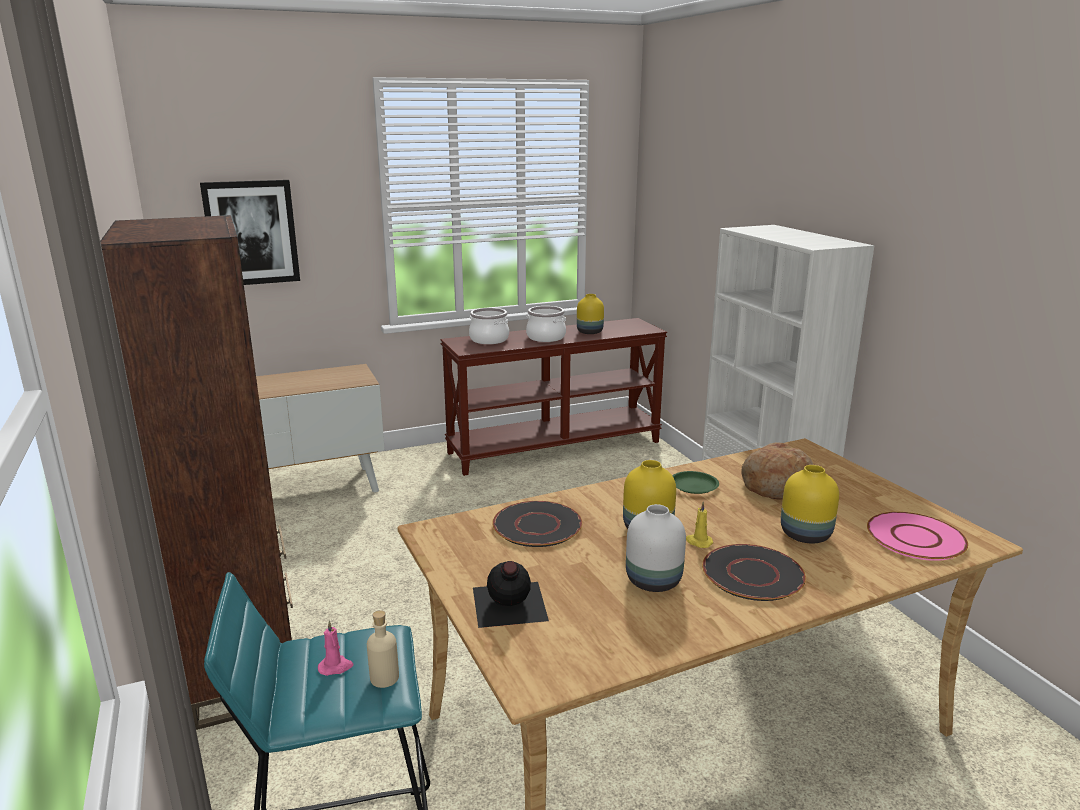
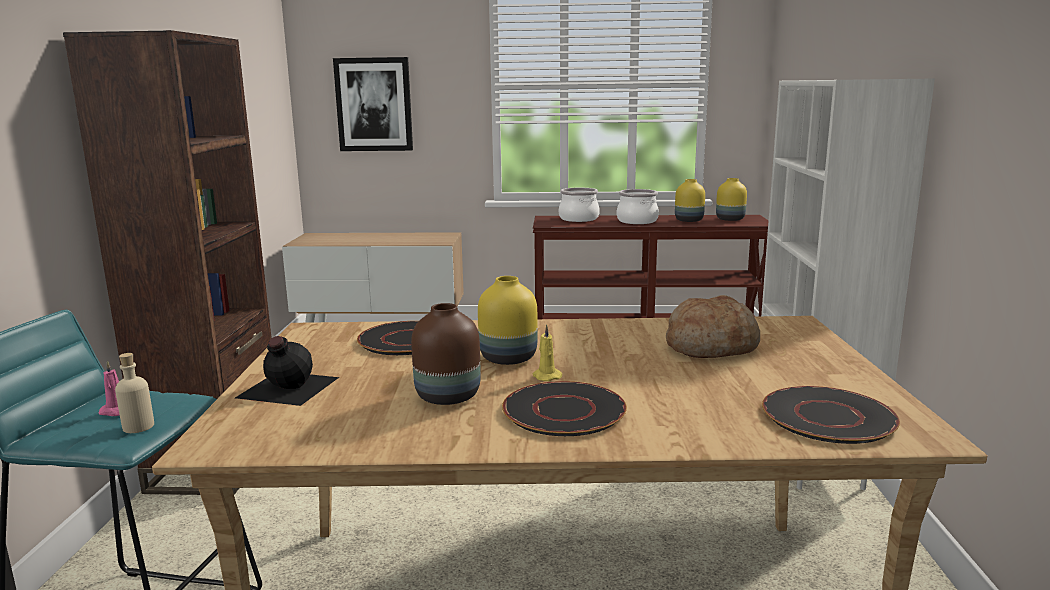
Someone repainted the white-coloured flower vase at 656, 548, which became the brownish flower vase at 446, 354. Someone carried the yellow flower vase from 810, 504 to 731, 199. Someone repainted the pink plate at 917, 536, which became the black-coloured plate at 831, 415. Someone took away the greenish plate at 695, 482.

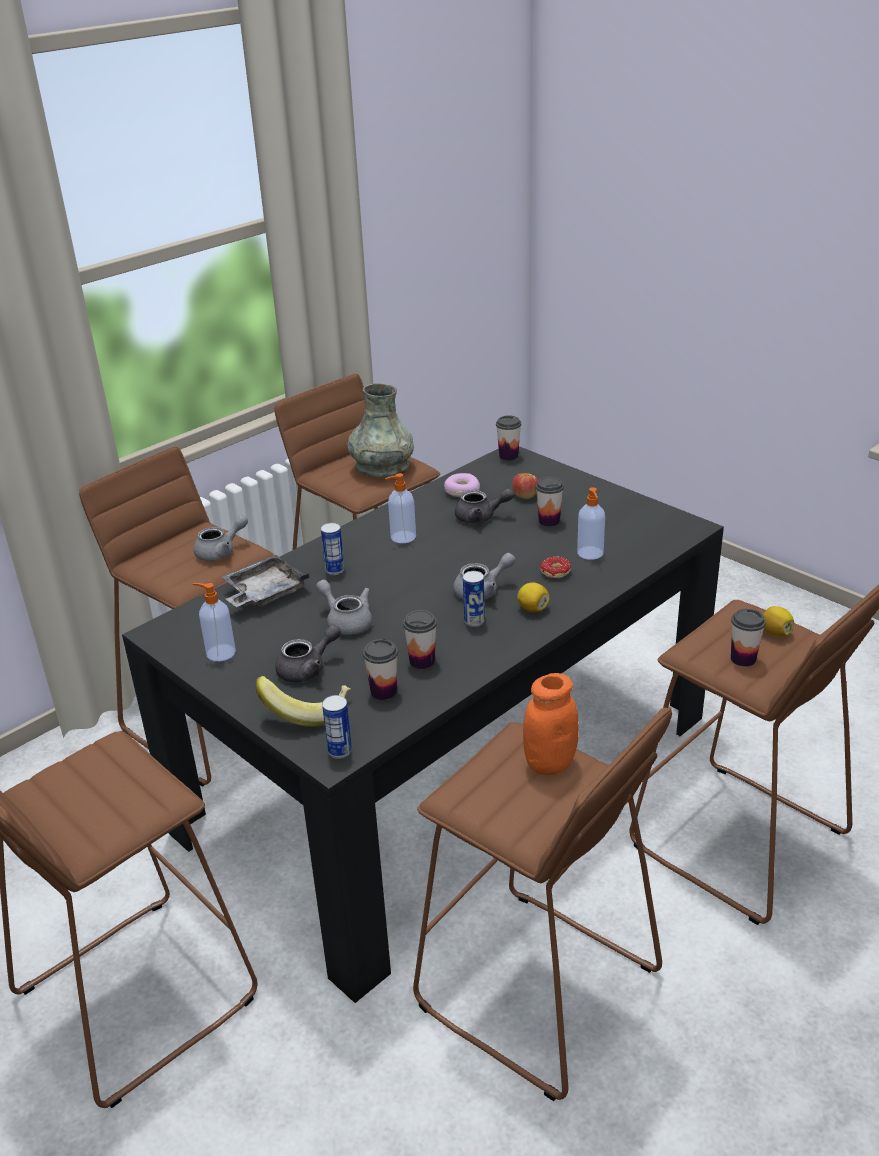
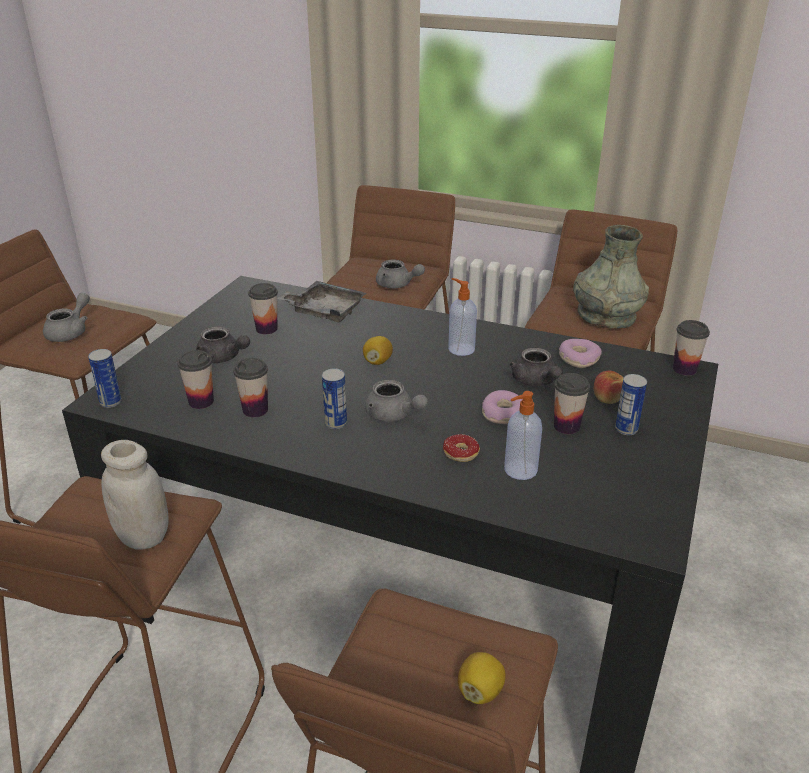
Someone carried the gray pot for tea from 344, 607 to 66, 317. Someone repainted the orangey storage jar at 551, 724, which became the white-coloured storage jar at 135, 495. Someone carried the cup from 748, 637 to 263, 308. Someone carried the whole lemon from 533, 597 to 378, 350. Someone put down the ring doughnut at 502, 407. Someone carried the metal can from 333, 549 to 631, 404. Someone took away the soap dispenser at 214, 622. Someone took away the banana at 303, 701.

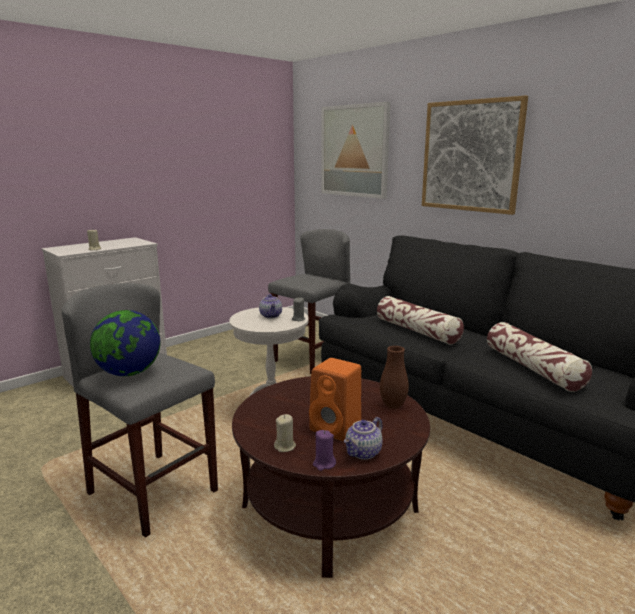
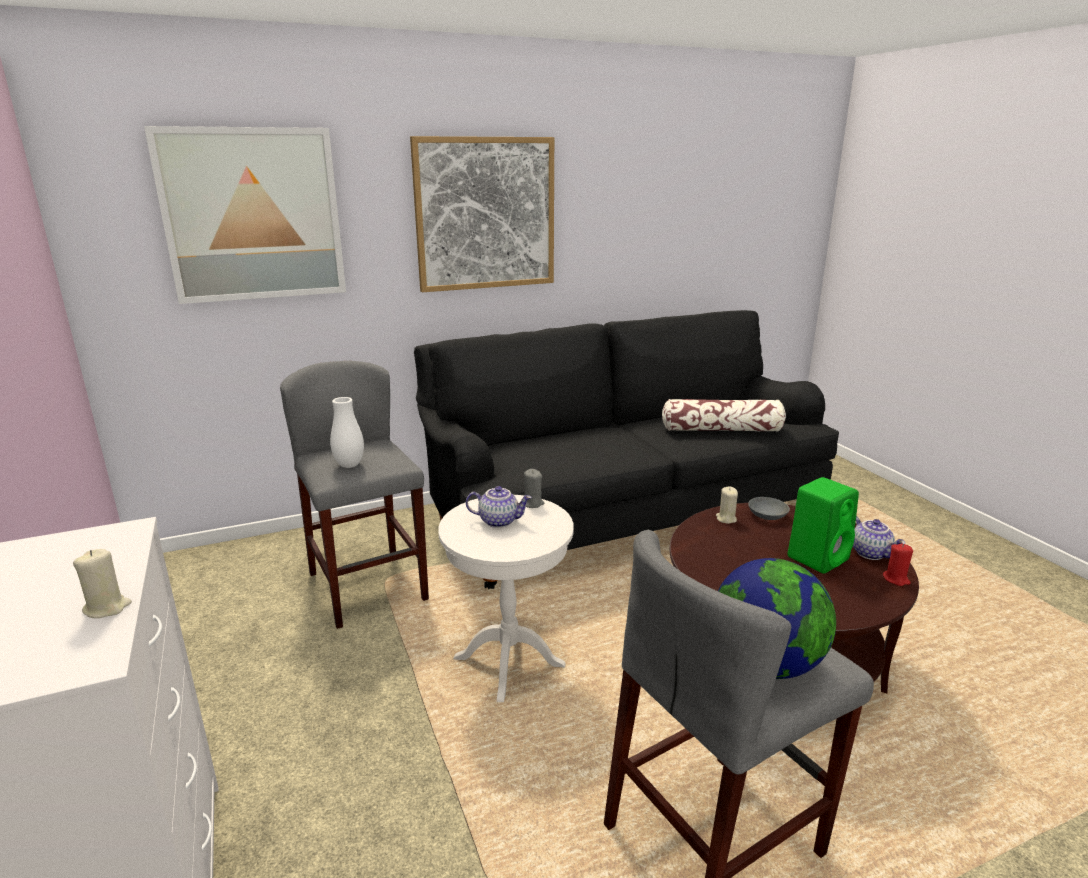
Someone put down the white-coloured flower vase at 347, 432. Someone carried the beige candle from 285, 433 to 727, 505. Someone swapped the brownish flower vase at 394, 377 for the gray deep dish at 769, 508. Someone repainted the orangey audio speaker at 335, 399, which became the greenish audio speaker at 823, 525. Someone repainted the purple candle at 324, 450, which became the reddish candle at 898, 564. Someone took away the pillow at 420, 320.

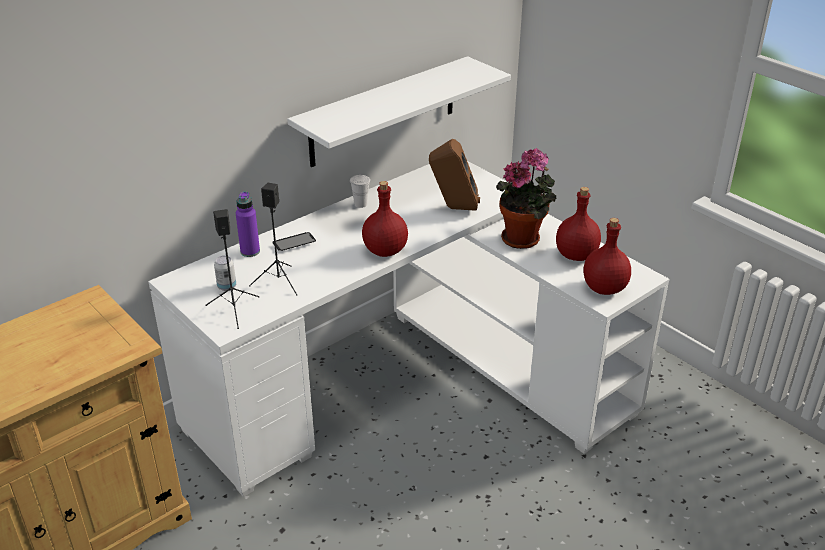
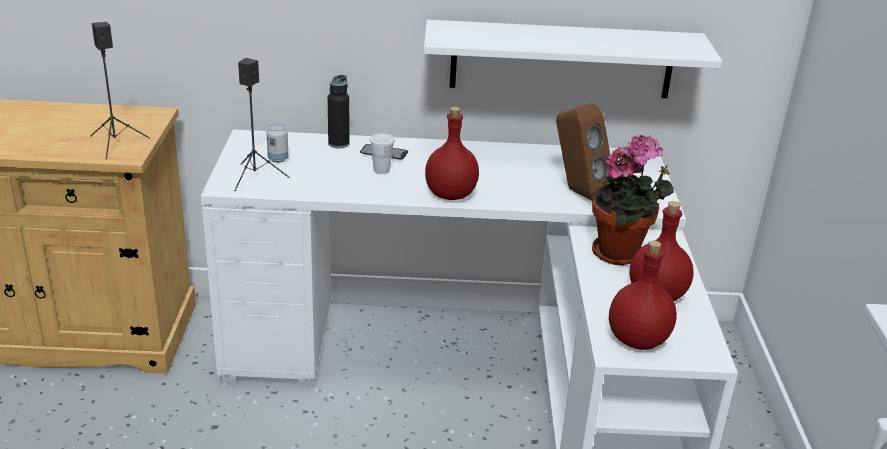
Someone carried the black-coloured audio speaker from 273, 239 to 120, 90. Someone repainted the purple beverage bottle at 248, 224, which became the black-coloured beverage bottle at 339, 111. Someone carried the white-coloured cup from 360, 191 to 382, 154.

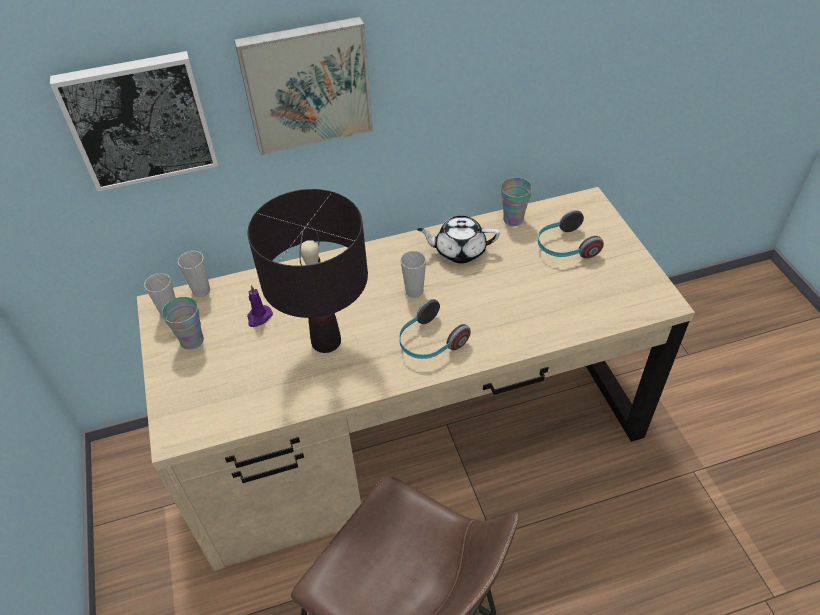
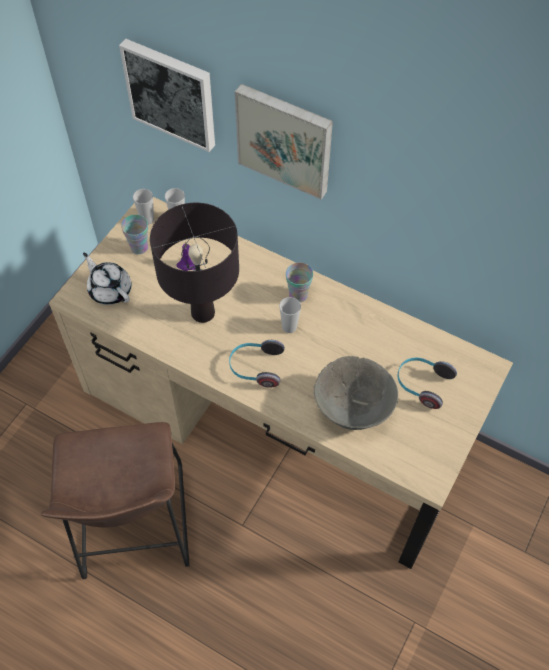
Someone carried the white-coloured pot for tea from 458, 240 to 107, 279. Someone carried the cup from 516, 202 to 299, 282. Someone put down the gray deep dish at 356, 393.

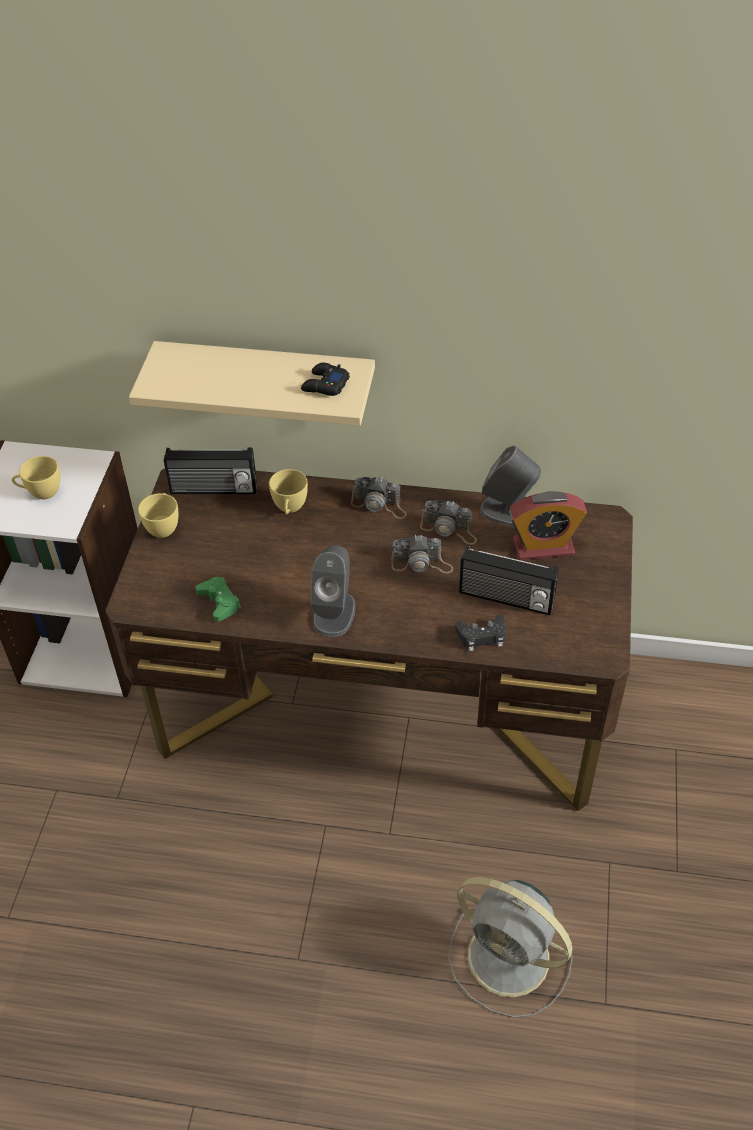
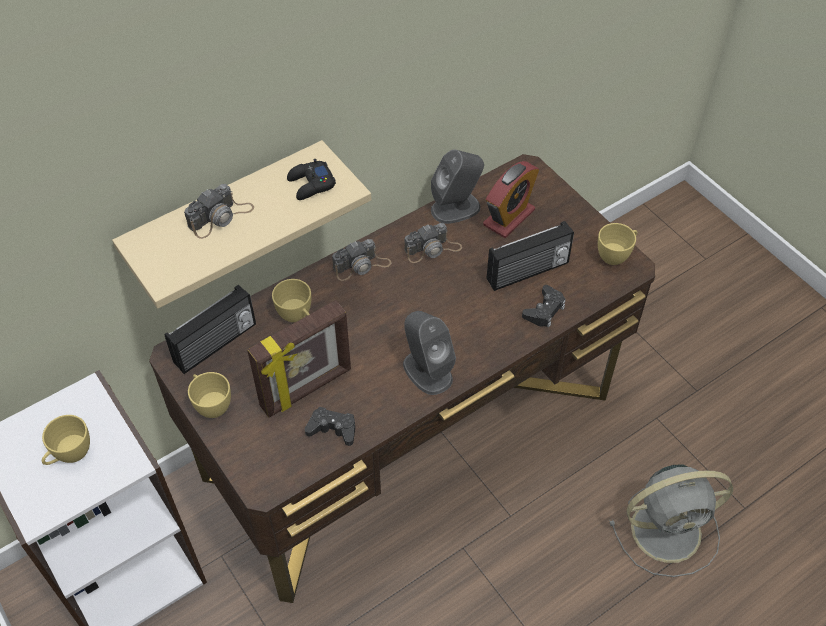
Someone carried the still camera from 422, 554 to 219, 211. Someone put down the photo frame at 299, 359. Someone repainted the greenish game controller at 218, 599, which became the black-coloured game controller at 330, 426. Someone put down the yellow cup at 617, 244.

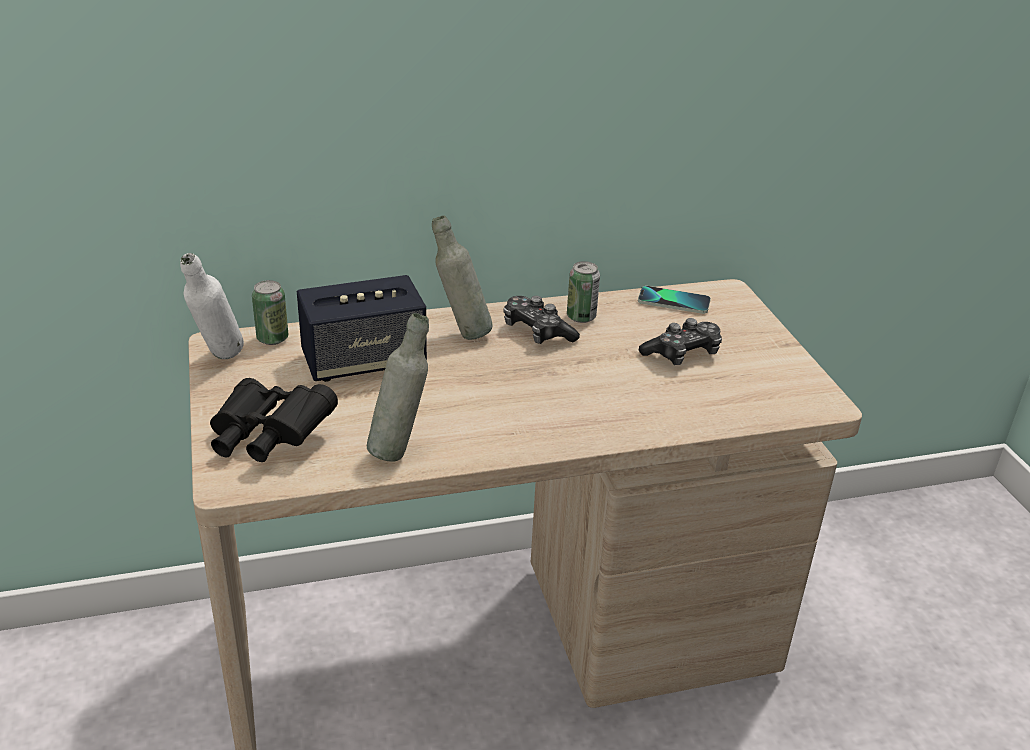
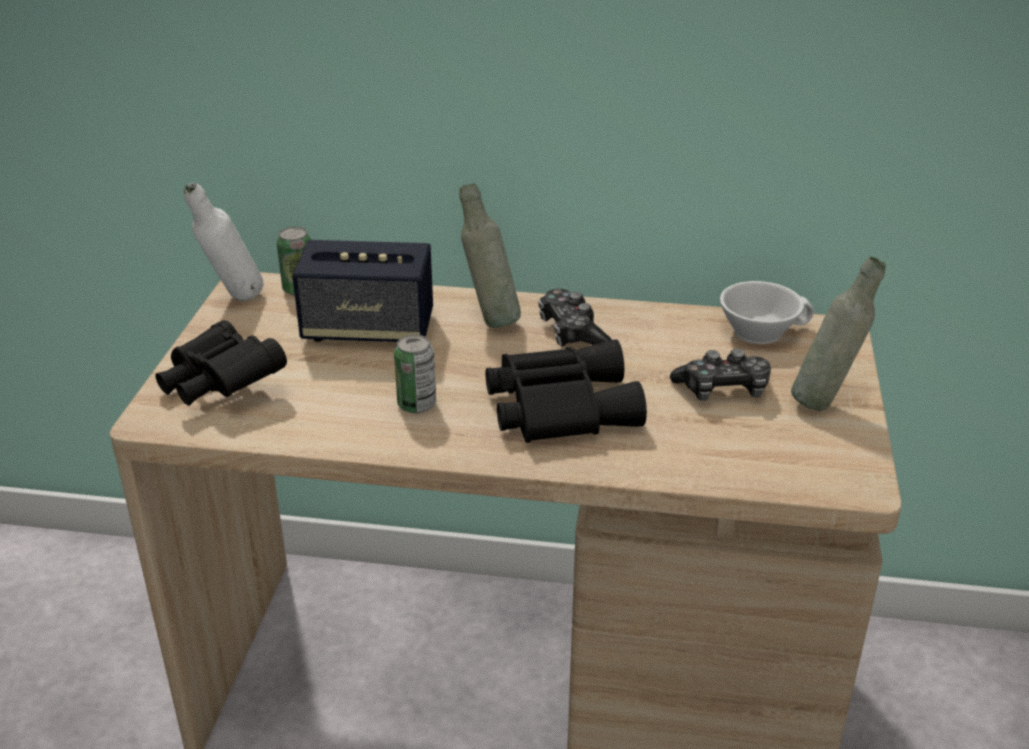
Someone carried the metal can from 583, 292 to 415, 373. Someone put down the black-coloured pair of binoculars at 566, 391. Someone swapped the handset at 674, 300 for the white-coloured cup at 767, 312. Someone carried the gray beverage bottle from 398, 387 to 838, 334.

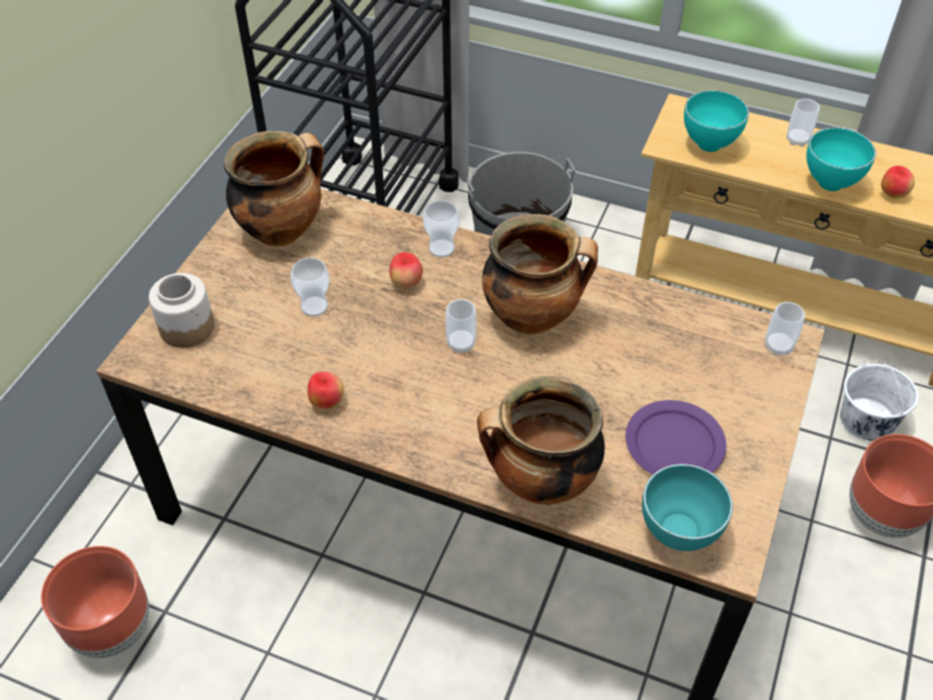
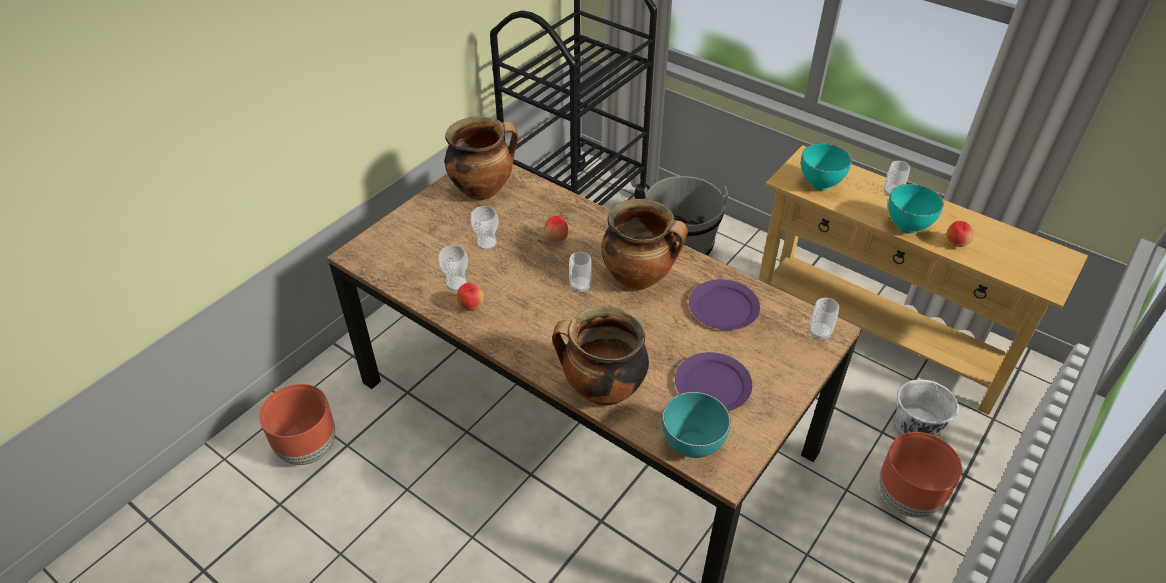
Someone carried the cup from 441, 228 to 453, 268. Someone put down the purple plate at 724, 304. Someone took away the storage jar at 181, 310.

